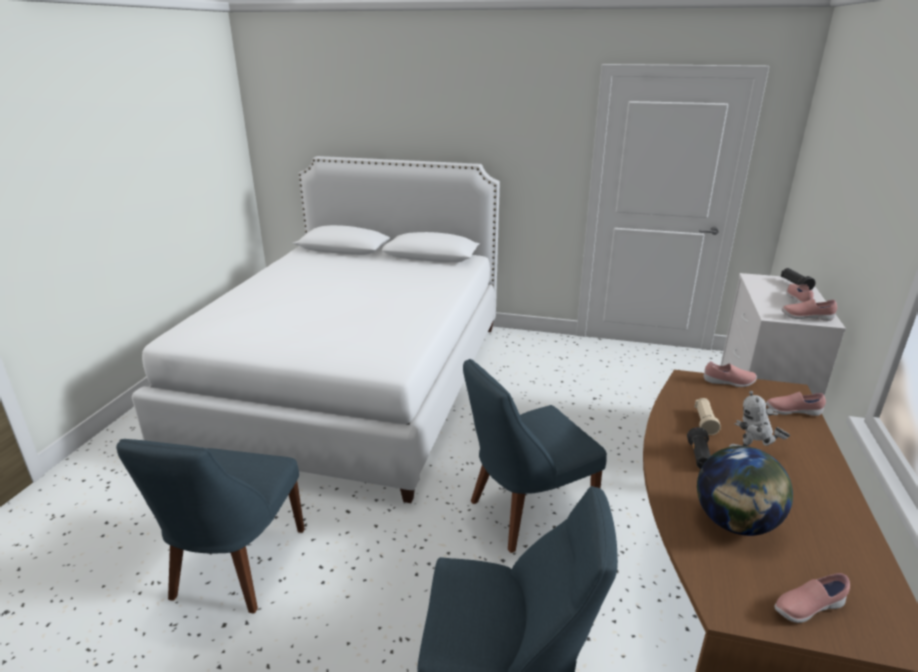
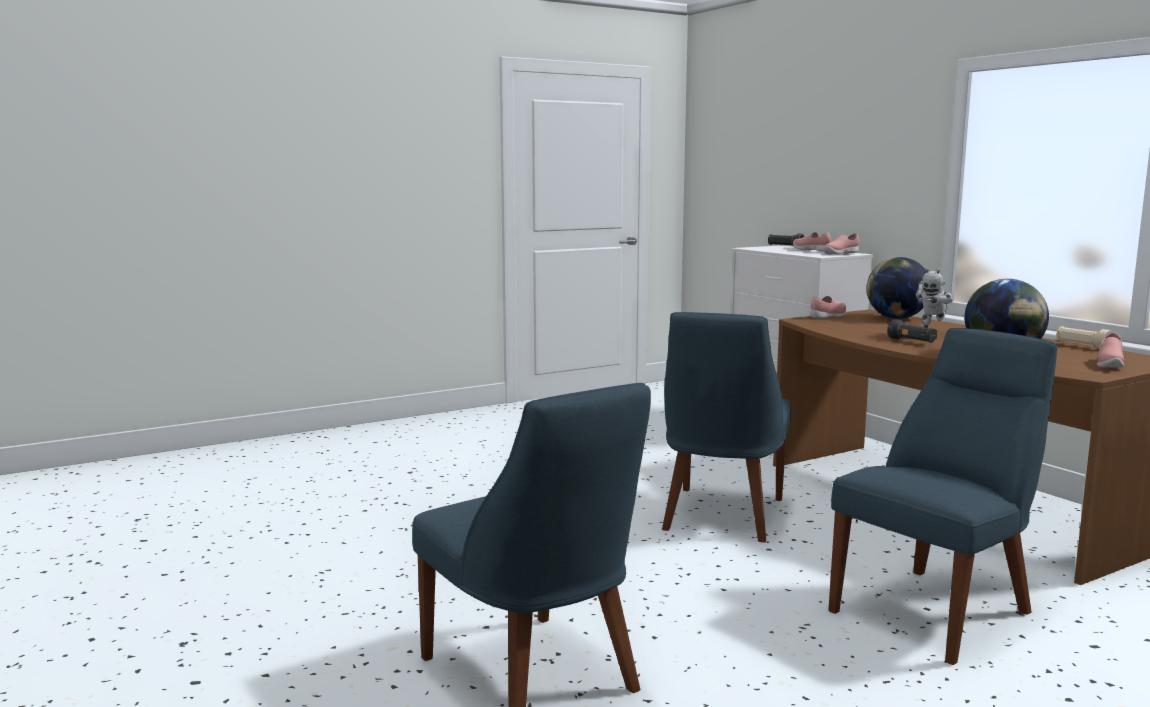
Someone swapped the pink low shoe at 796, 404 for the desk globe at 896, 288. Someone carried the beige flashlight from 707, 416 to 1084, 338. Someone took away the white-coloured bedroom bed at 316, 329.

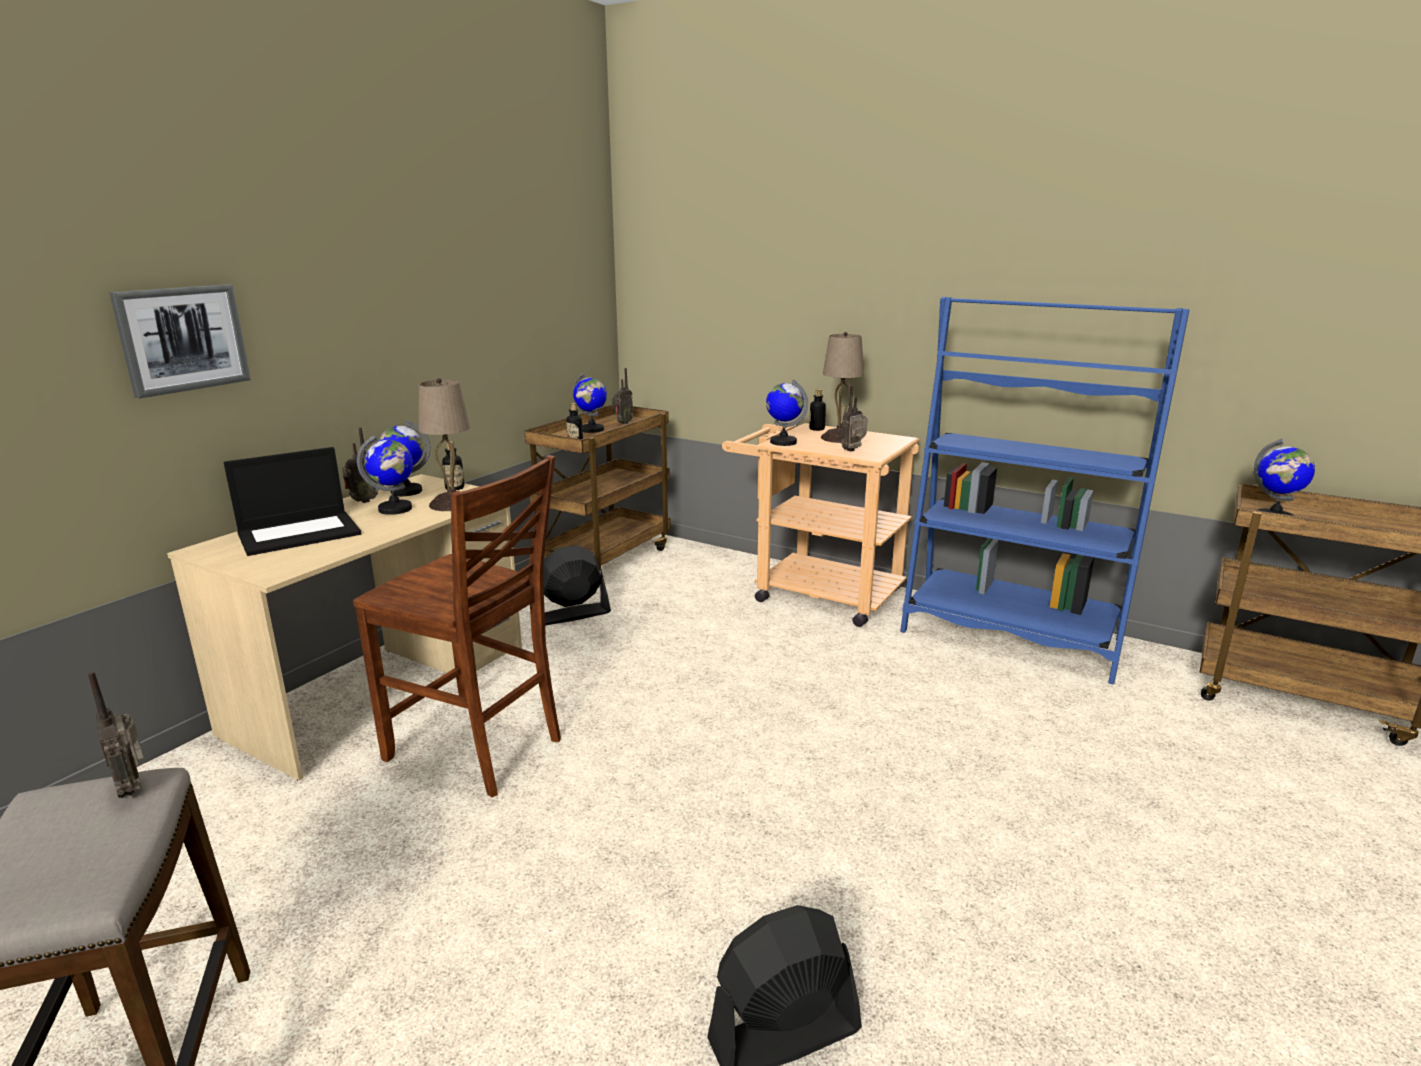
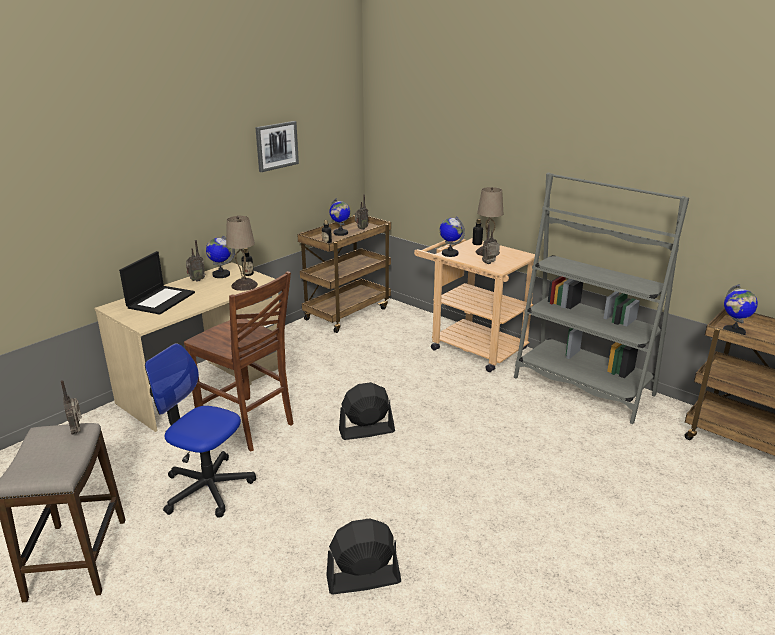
Someone rotated the notebook computer at 293, 501 by 45 degrees counterclockwise. Someone put down the desk chair at 200, 430. Someone carried the wall picture from 180, 341 to 277, 146. Someone carried the black-coloured electric fan from 577, 585 to 367, 411. Someone repainted the blue-coloured shelving unit at 1044, 490, which became the gray shelving unit at 601, 298. Someone took away the desk globe at 385, 475.

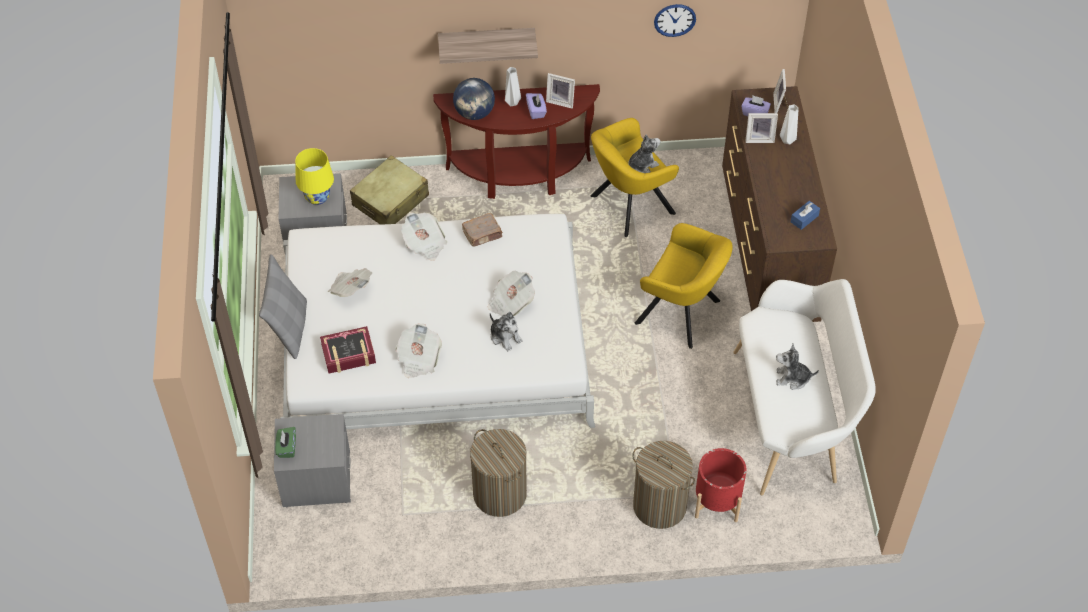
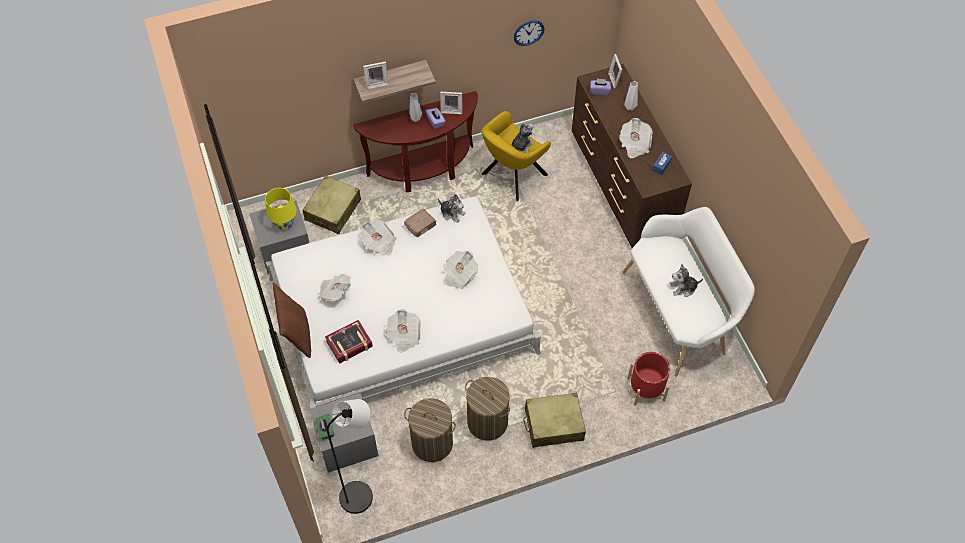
Someone repainted the gray pillow at 283, 306, which became the brownish pillow at 292, 320. Someone put down the black-coloured standing lamp at 349, 456. Someone carried the photo frame from 761, 128 to 376, 75. Someone carried the washing basket from 664, 485 to 430, 430. Someone carried the cuddly toy from 506, 331 to 451, 208. Someone put down the beige piece of luggage at 554, 420. Someone put down the daily paper at 636, 138. Someone took away the desk globe at 474, 99. Someone took away the yellow easy chair at 683, 286.

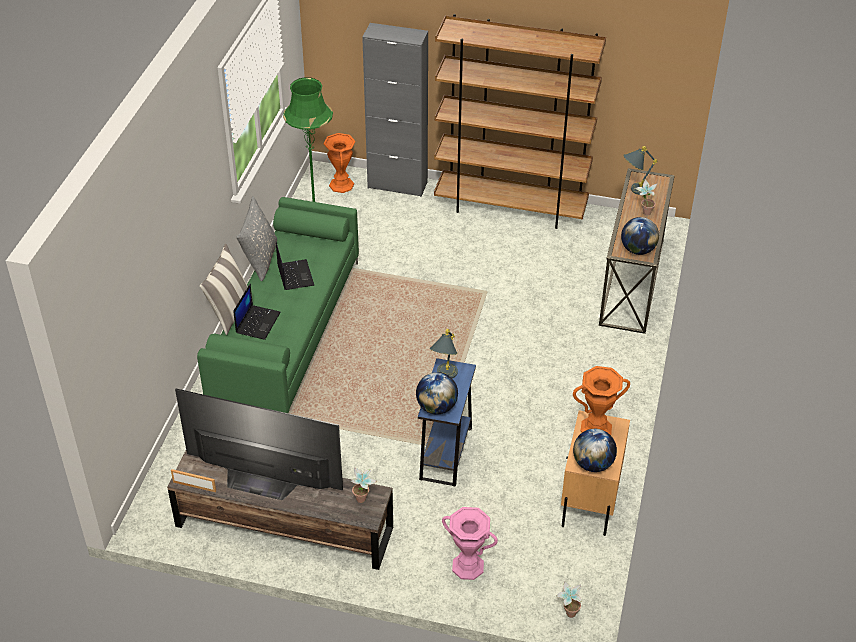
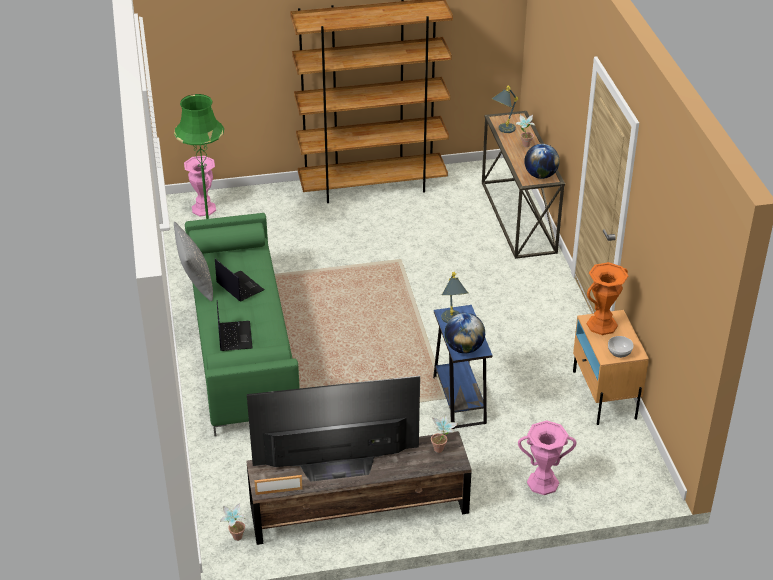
Someone repainted the orangey flower vase at 340, 163, which became the pink flower vase at 200, 186. Someone carried the plant in a pot from 569, 599 to 233, 522. Someone swapped the desk globe at 595, 450 for the deep dish at 621, 347. Someone took away the pillow at 224, 289. Someone took away the gray cupboard at 395, 110.

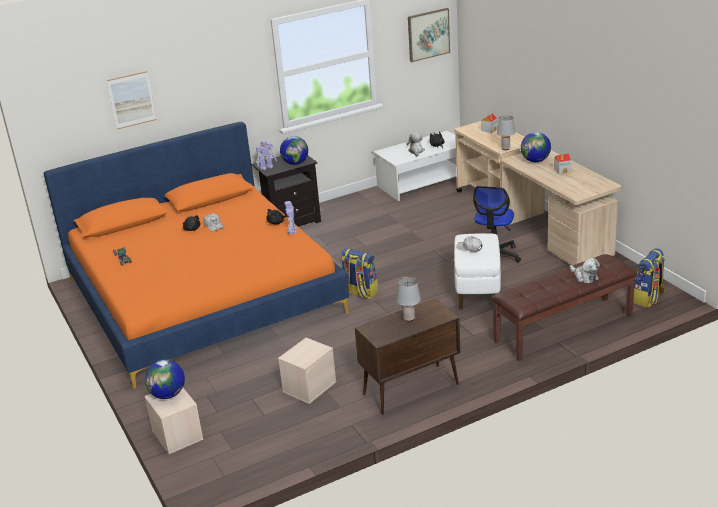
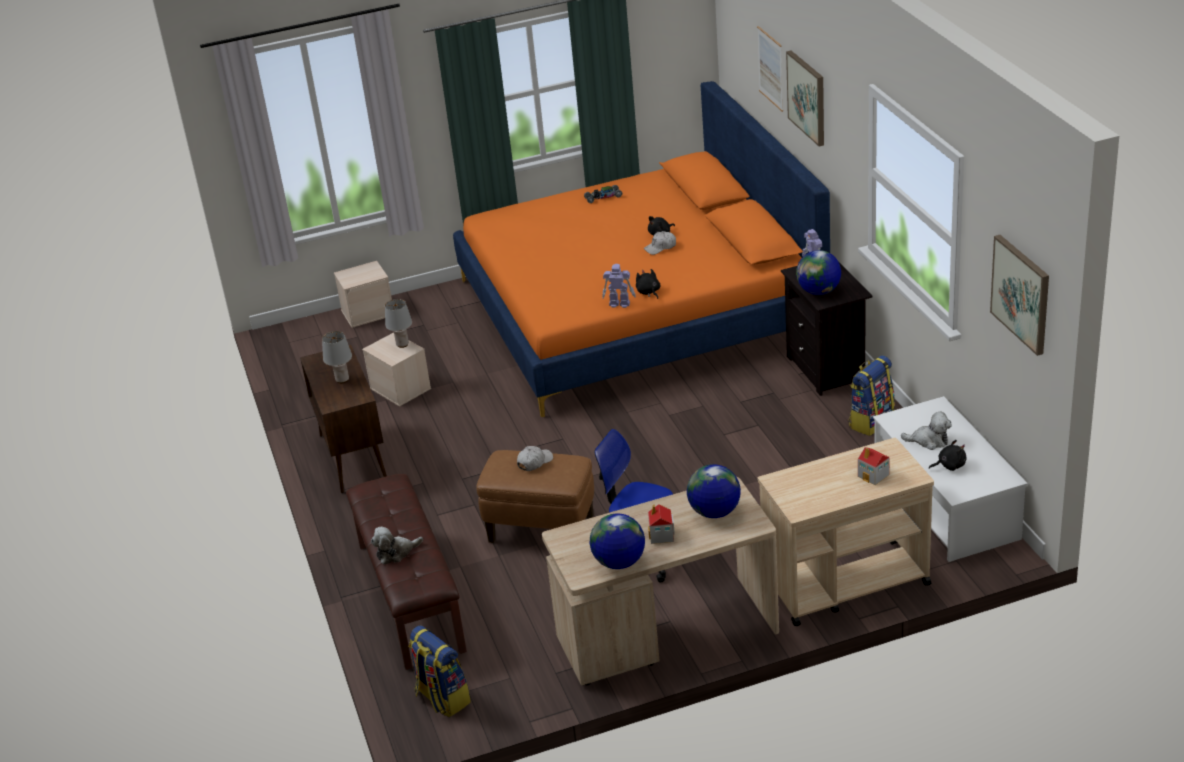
Someone carried the gray table lamp from 506, 132 to 398, 323. Someone repainted the white-coloured pouffe at 477, 271, which became the brownish pouffe at 535, 496. Someone carried the desk globe from 165, 379 to 617, 541. Someone put up the wall picture at 805, 98. Someone carried the backpack from 359, 273 to 871, 395.

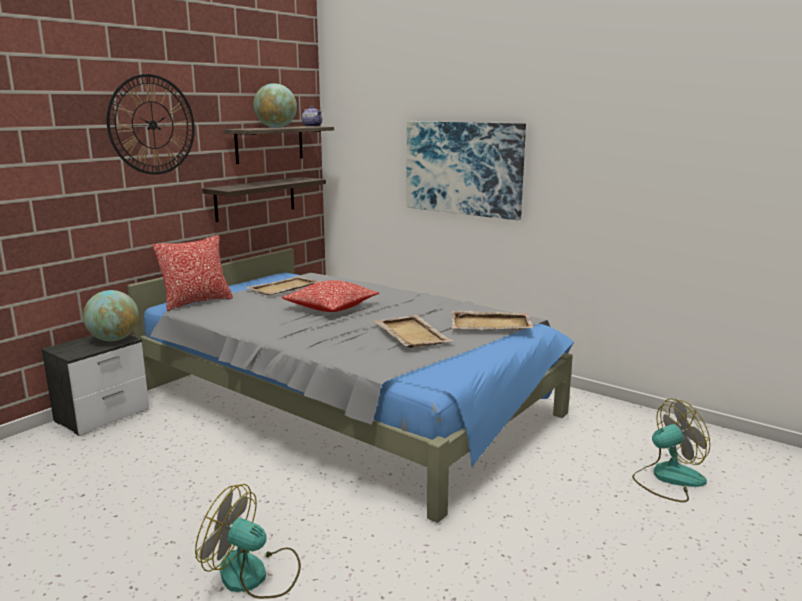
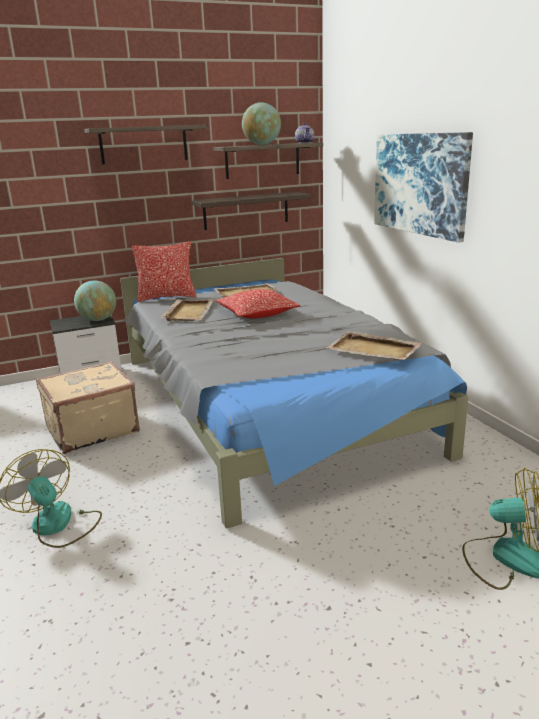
Someone put down the beige piece of luggage at 88, 407. Someone swapped the wall clock at 151, 124 for the bracket shelf at 145, 144. Someone carried the beige carrying tray from 413, 331 to 187, 310.

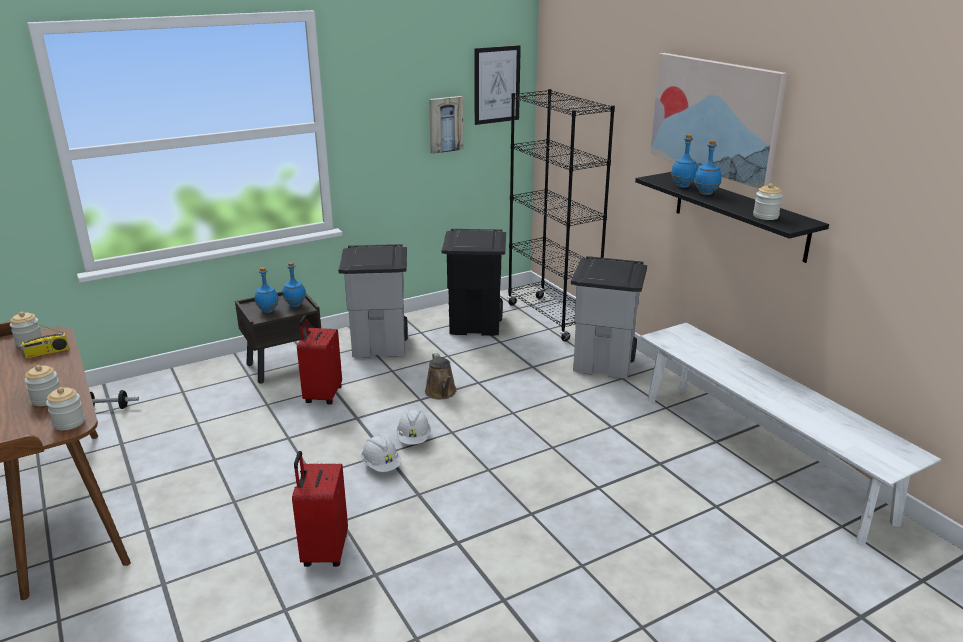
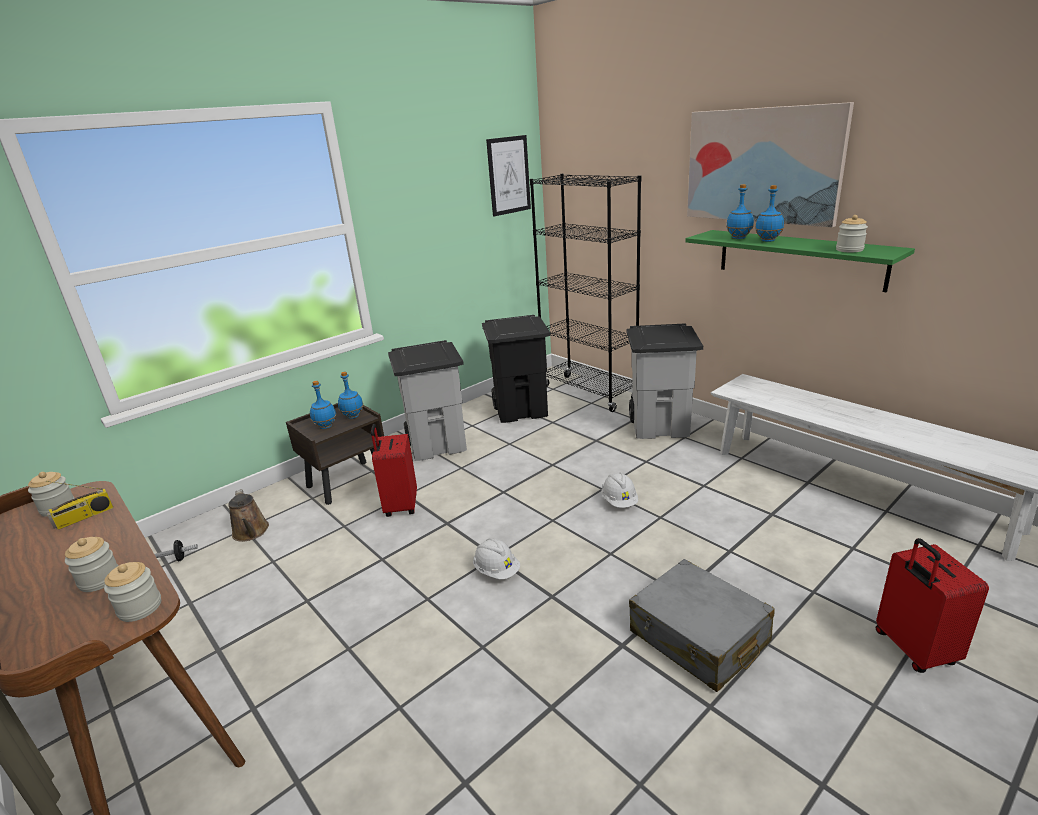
Someone carried the brownish watering pot from 441, 376 to 248, 515. Someone carried the white-coloured hard hat from 413, 427 to 619, 490. Someone put down the gray piece of luggage at 702, 625. Someone repainted the black-coloured bracket shelf at 732, 217, which became the greenish bracket shelf at 800, 261. Someone carried the reddish piece of luggage from 320, 509 to 932, 605. Someone took away the wall picture at 446, 125.

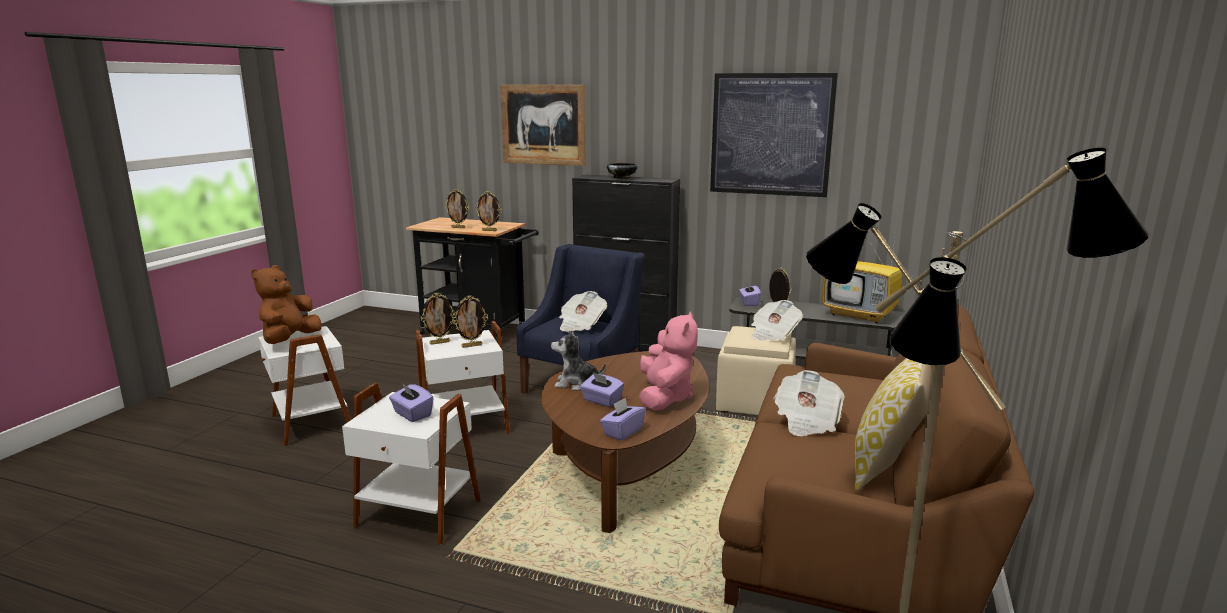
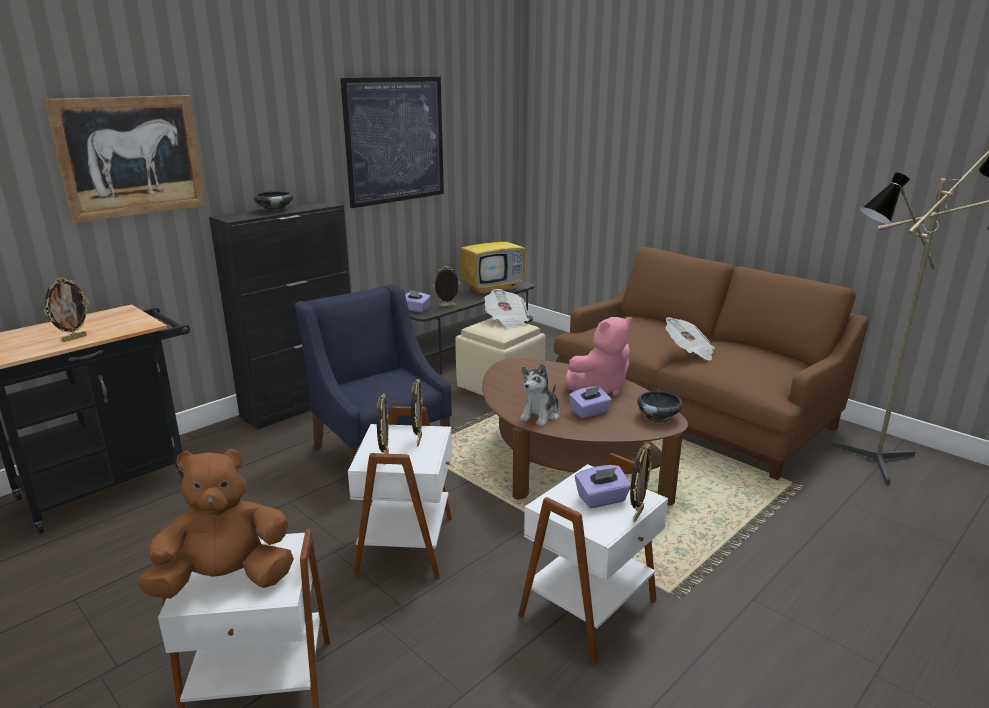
Someone rotated the brownish cuddly toy at 286, 304 by 120 degrees clockwise. Someone rotated the pink cuddly toy at 668, 361 by 120 degrees clockwise. Someone carried the photo frame from 488, 211 to 641, 483. Someone swapped the purple tissue box at 623, 419 for the black-coloured deep dish at 660, 406. Someone took away the daily paper at 583, 311. Someone took away the pillow at 893, 424.

